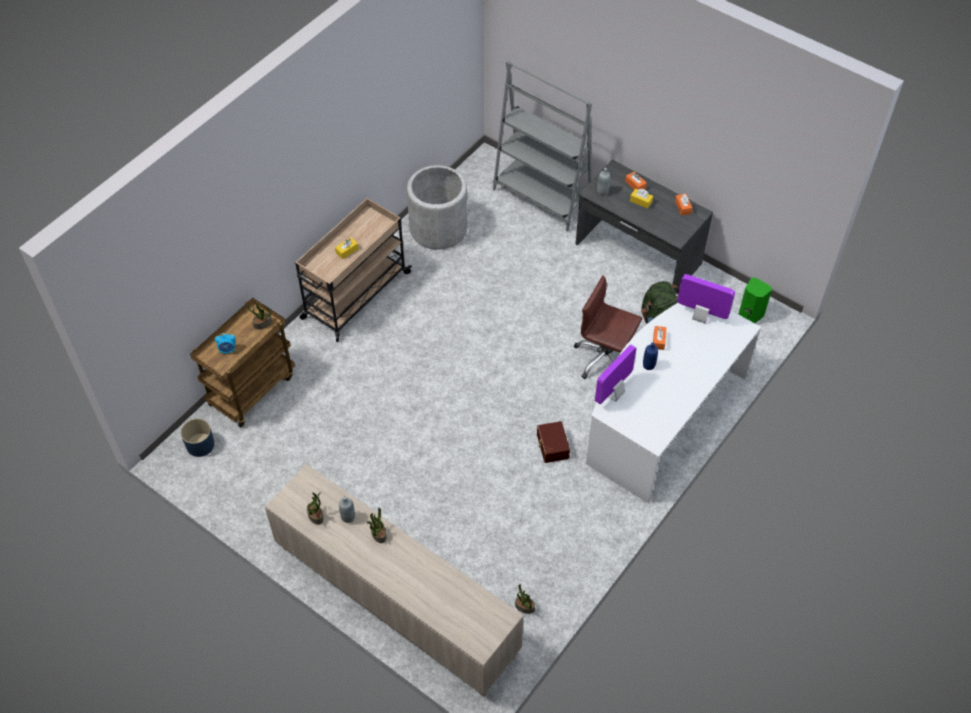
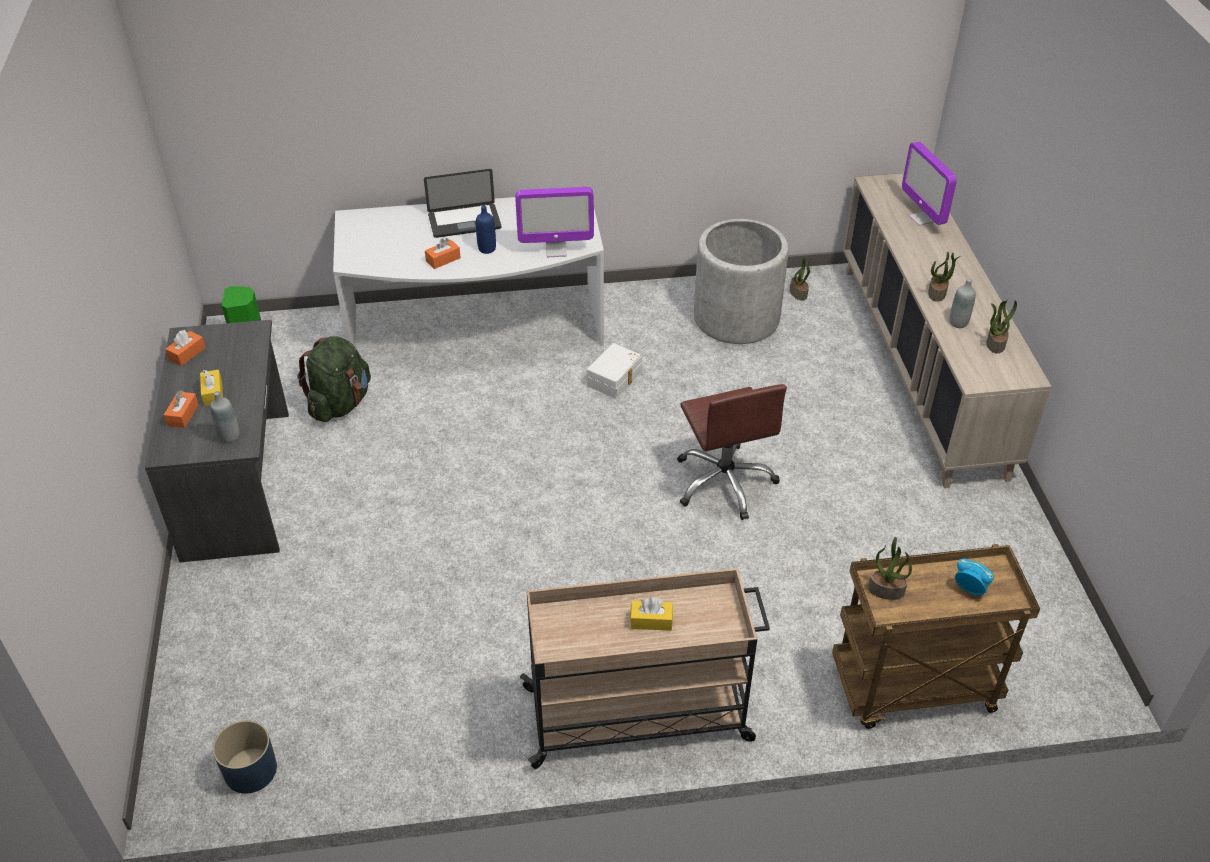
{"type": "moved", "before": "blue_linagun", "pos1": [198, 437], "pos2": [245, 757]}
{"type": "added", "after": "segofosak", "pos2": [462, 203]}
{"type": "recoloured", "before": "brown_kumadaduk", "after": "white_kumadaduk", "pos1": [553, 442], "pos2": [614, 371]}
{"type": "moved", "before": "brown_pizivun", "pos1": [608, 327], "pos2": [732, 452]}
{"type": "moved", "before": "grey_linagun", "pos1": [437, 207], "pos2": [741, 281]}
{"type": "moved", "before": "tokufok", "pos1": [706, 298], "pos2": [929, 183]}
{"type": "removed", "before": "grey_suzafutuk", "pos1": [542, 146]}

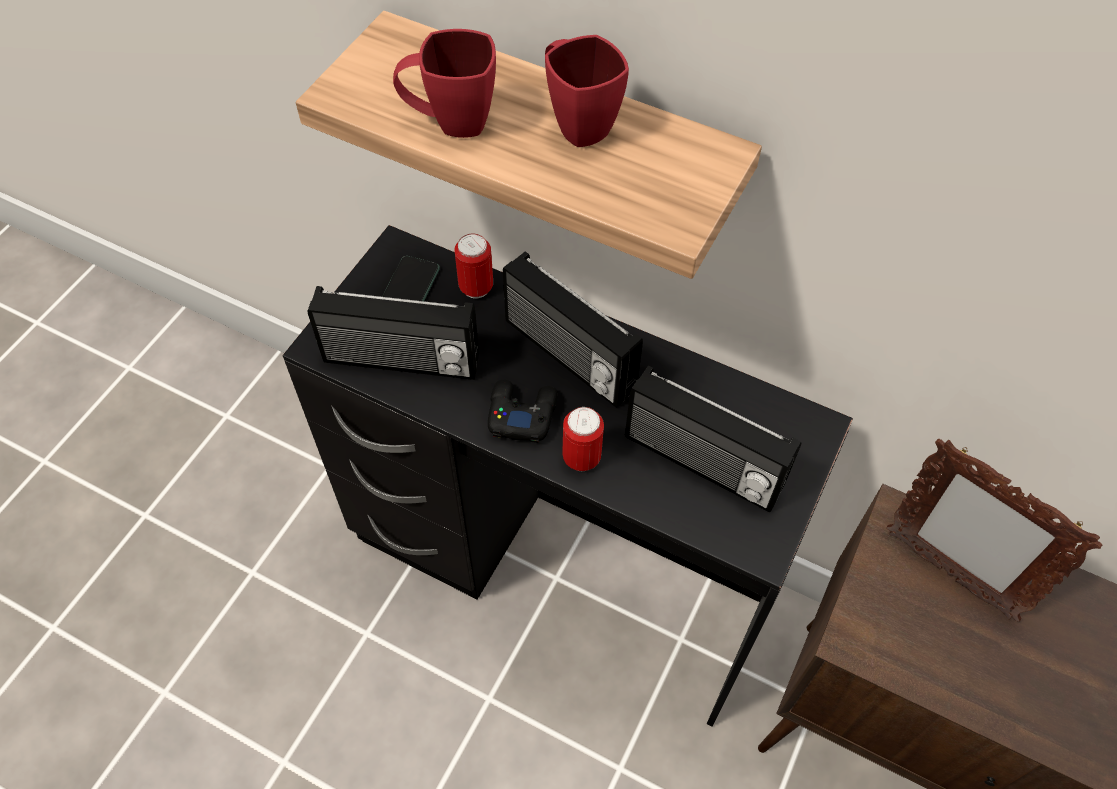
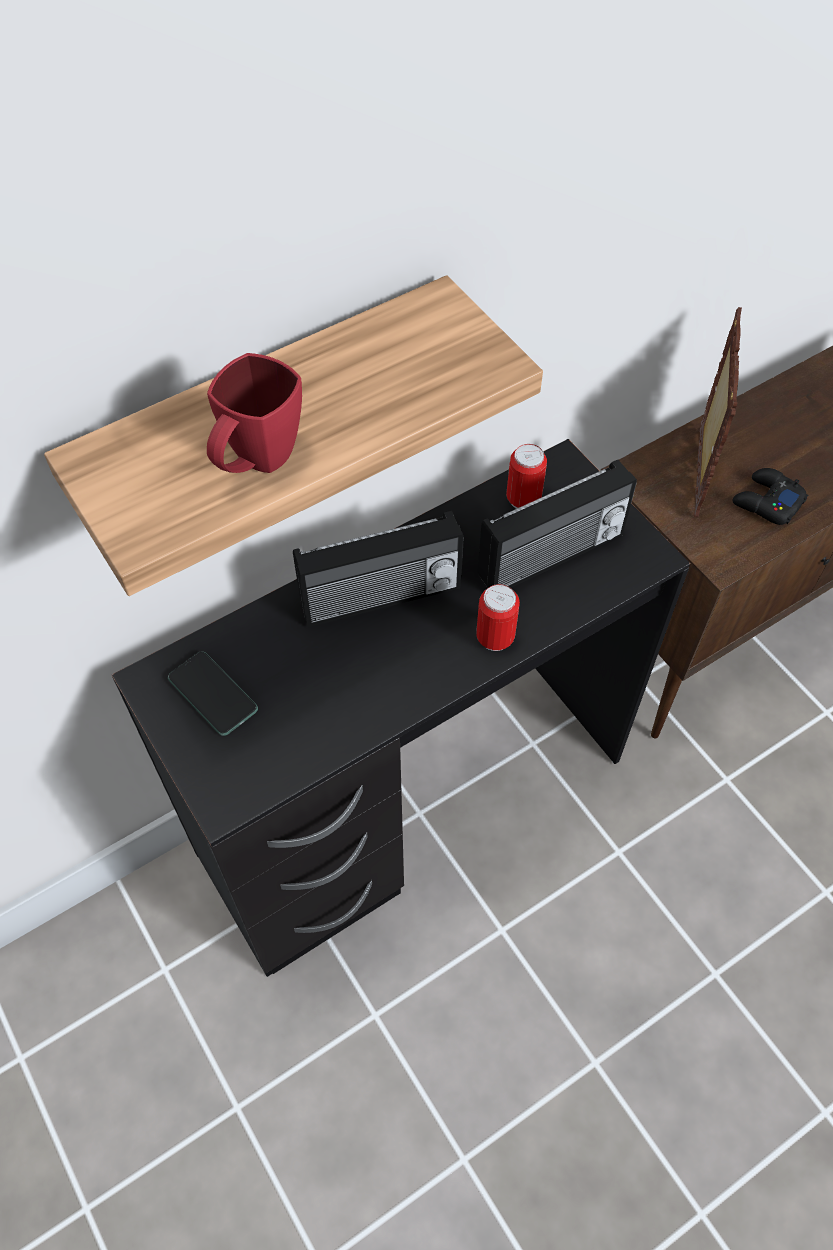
{"type": "moved", "before": "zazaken", "pos1": [473, 266], "pos2": [526, 476]}
{"type": "turned", "before": "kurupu", "pos1": [994, 530], "pos2": [718, 412], "turn": -60}
{"type": "moved", "before": "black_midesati", "pos1": [523, 411], "pos2": [770, 496]}
{"type": "removed", "before": "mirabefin", "pos1": [393, 333]}
{"type": "removed", "before": "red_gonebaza", "pos1": [587, 91]}

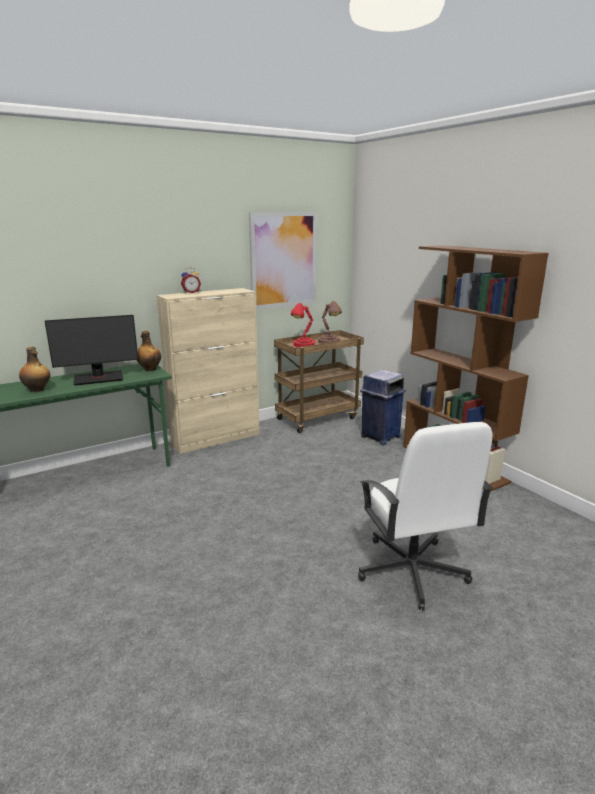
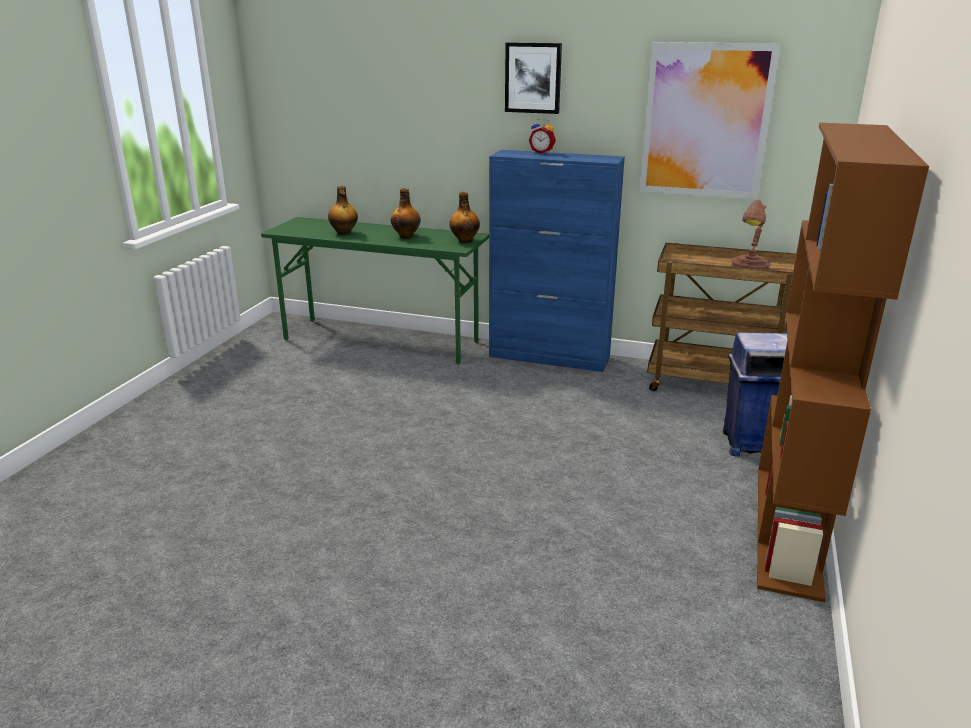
{"type": "replaced", "before": "tokufok", "after": "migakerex", "pos1": [91, 350], "pos2": [406, 213]}
{"type": "recoloured", "before": "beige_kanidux", "after": "blue_kanidux", "pos1": [208, 371], "pos2": [557, 261]}
{"type": "added", "after": "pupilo", "pos2": [533, 78]}
{"type": "removed", "before": "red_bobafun", "pos1": [303, 325]}
{"type": "removed", "before": "white_pizivun", "pos1": [425, 516]}

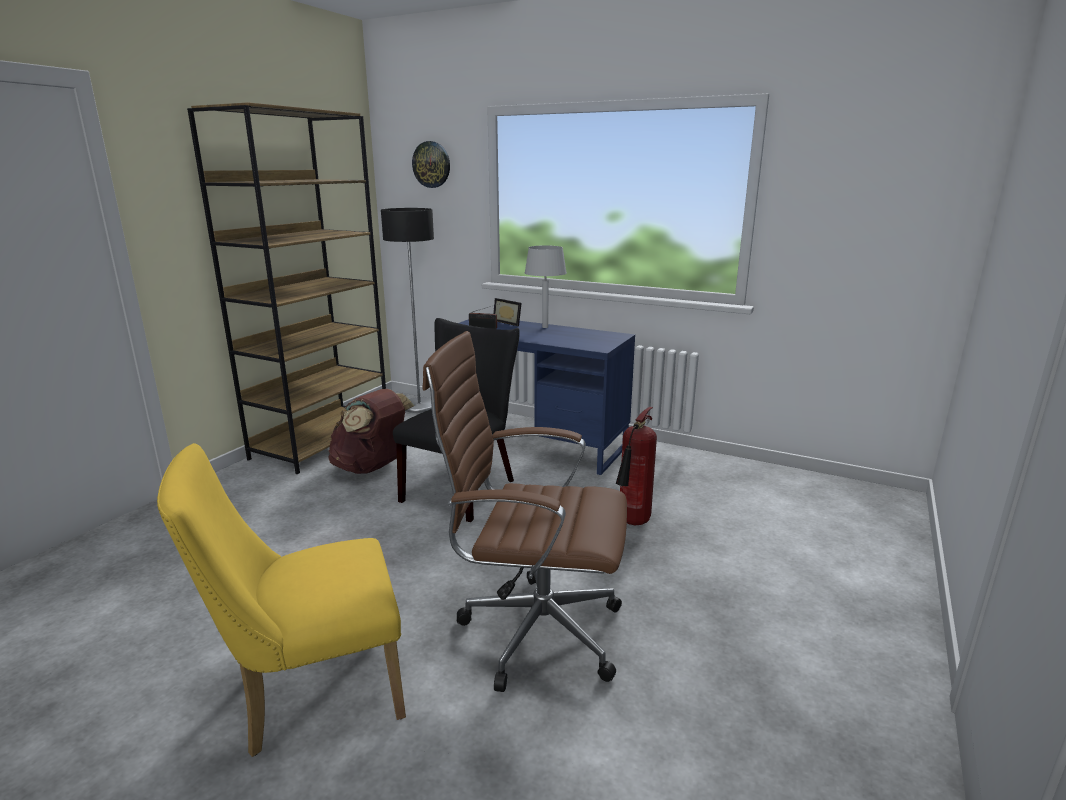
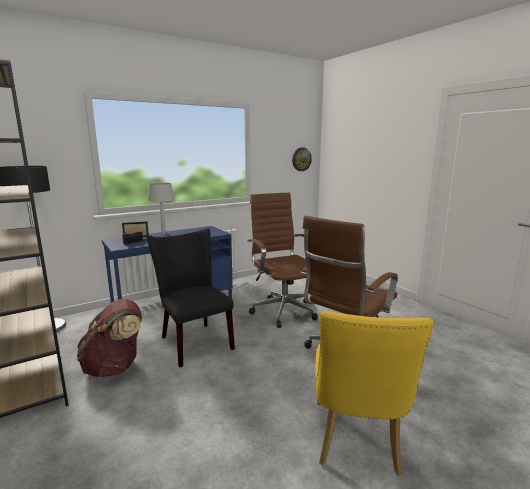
{"type": "replaced", "before": "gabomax", "after": "brown_pizivun", "pos1": [636, 466], "pos2": [282, 260]}
{"type": "moved", "before": "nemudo", "pos1": [431, 164], "pos2": [302, 159]}

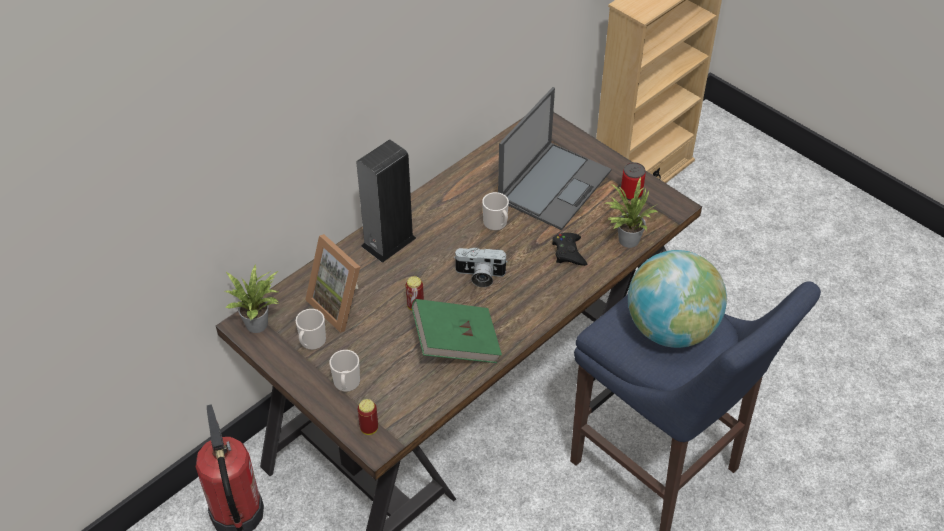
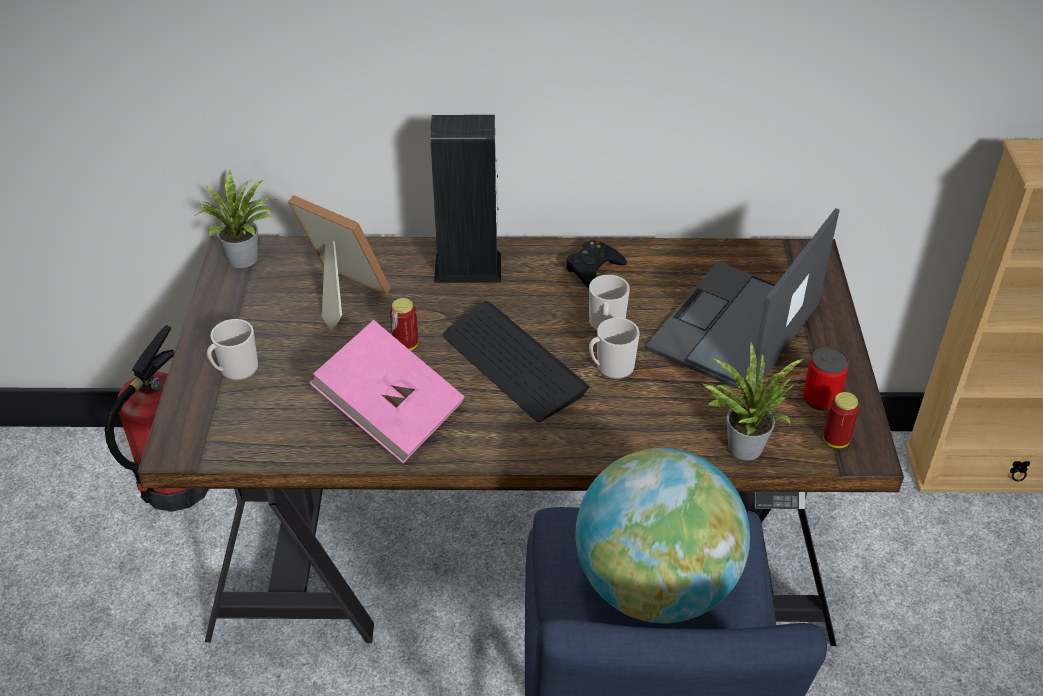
{"type": "turned", "before": "kurupu", "pos1": [332, 283], "pos2": [339, 263], "turn": 120}
{"type": "recoloured", "before": "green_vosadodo", "after": "pink_vosadodo", "pos1": [457, 331], "pos2": [387, 391]}
{"type": "replaced", "before": "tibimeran", "after": "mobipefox", "pos1": [480, 267], "pos2": [516, 361]}
{"type": "moved", "before": "black_midesati", "pos1": [569, 249], "pos2": [596, 264]}
{"type": "moved", "before": "gonebaza", "pos1": [311, 329], "pos2": [614, 348]}
{"type": "turned", "before": "segofosak", "pos1": [555, 158], "pos2": [742, 299], "turn": 135}
{"type": "moved", "before": "zazaken", "pos1": [368, 417], "pos2": [841, 420]}

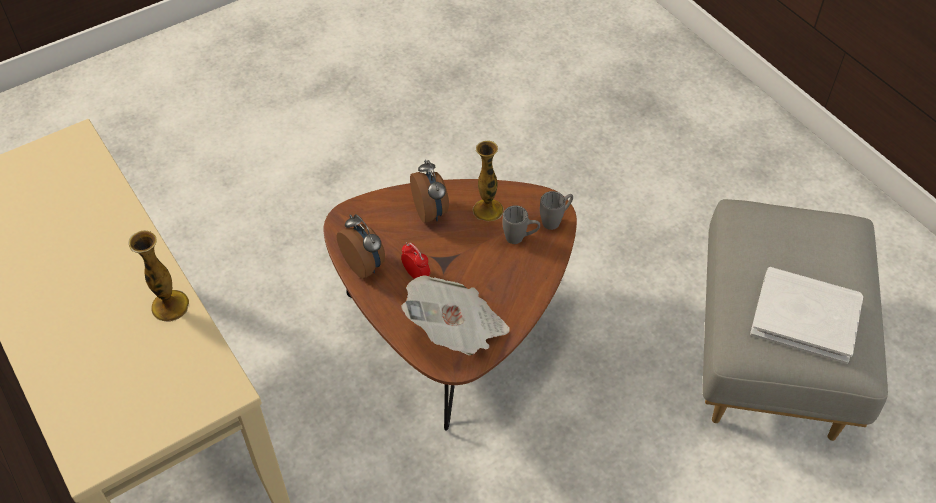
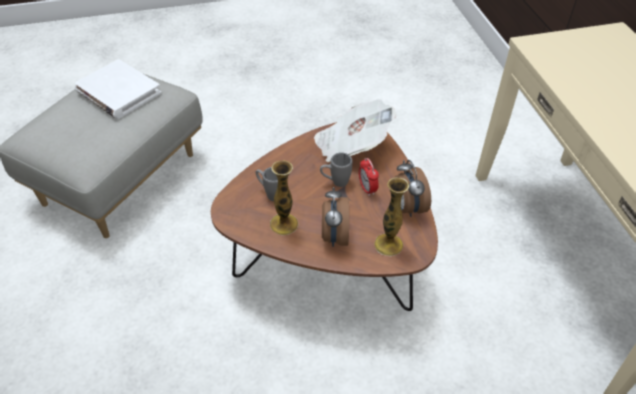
{"type": "moved", "before": "grey_gonebaza", "pos1": [556, 210], "pos2": [336, 170]}
{"type": "moved", "before": "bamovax", "pos1": [158, 276], "pos2": [391, 217]}

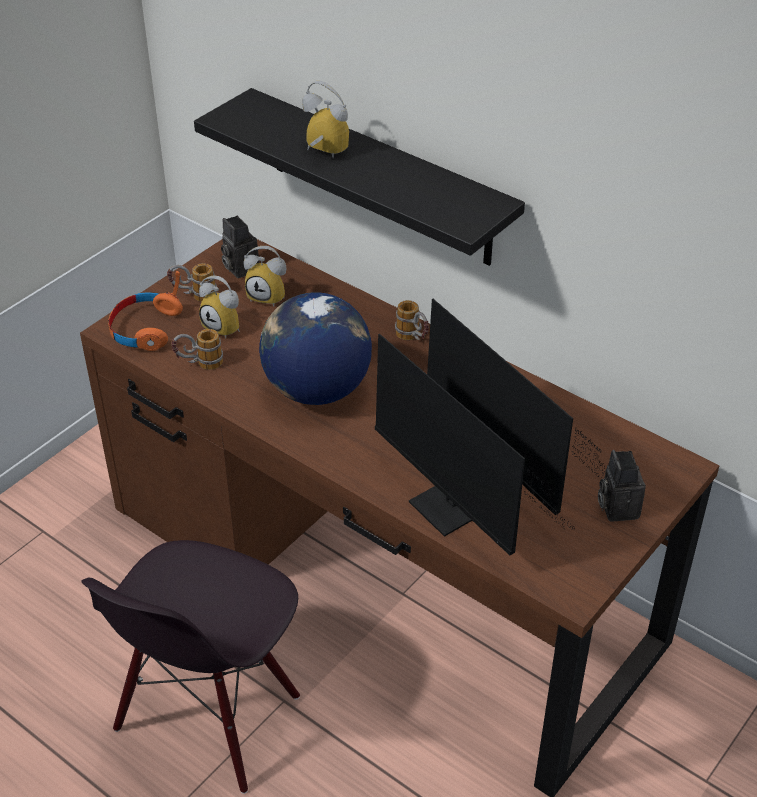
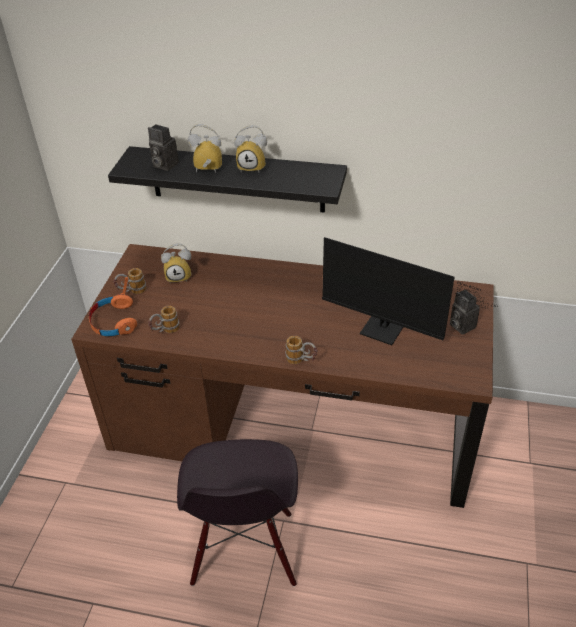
{"type": "moved", "before": "tibimeran", "pos1": [240, 247], "pos2": [163, 147]}
{"type": "moved", "before": "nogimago", "pos1": [219, 307], "pos2": [250, 148]}
{"type": "moved", "before": "gonebaza", "pos1": [412, 320], "pos2": [301, 350]}
{"type": "removed", "before": "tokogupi", "pos1": [315, 348]}
{"type": "removed", "before": "tokufok", "pos1": [474, 444]}

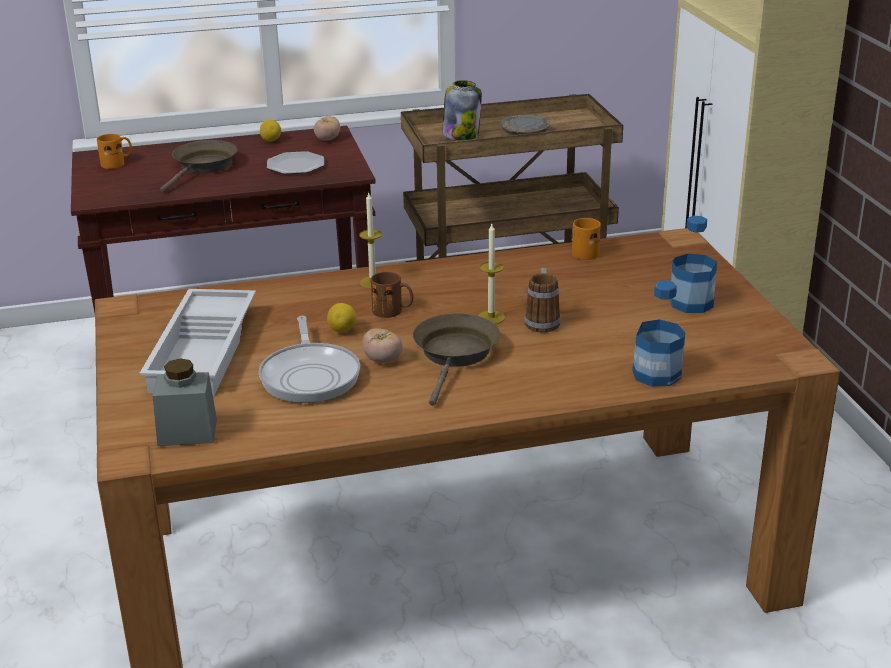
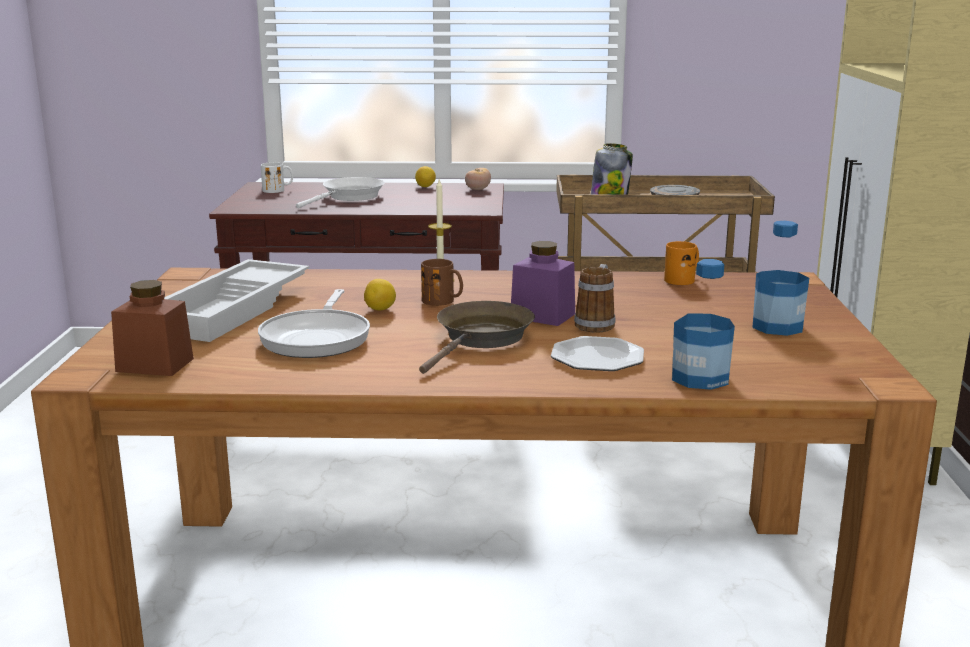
{"type": "recoloured", "before": "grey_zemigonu", "after": "brown_zemigonu", "pos1": [185, 402], "pos2": [152, 328]}
{"type": "recoloured", "before": "orange_gonebaza", "after": "white_gonebaza", "pos1": [114, 151], "pos2": [277, 177]}
{"type": "recoloured", "before": "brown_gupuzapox", "after": "white_gupuzapox", "pos1": [199, 166], "pos2": [340, 192]}
{"type": "replaced", "before": "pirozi", "after": "purple_zemigonu", "pos1": [491, 274], "pos2": [543, 283]}
{"type": "moved", "before": "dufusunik", "pos1": [295, 162], "pos2": [597, 353]}
{"type": "removed", "before": "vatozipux", "pos1": [382, 345]}

